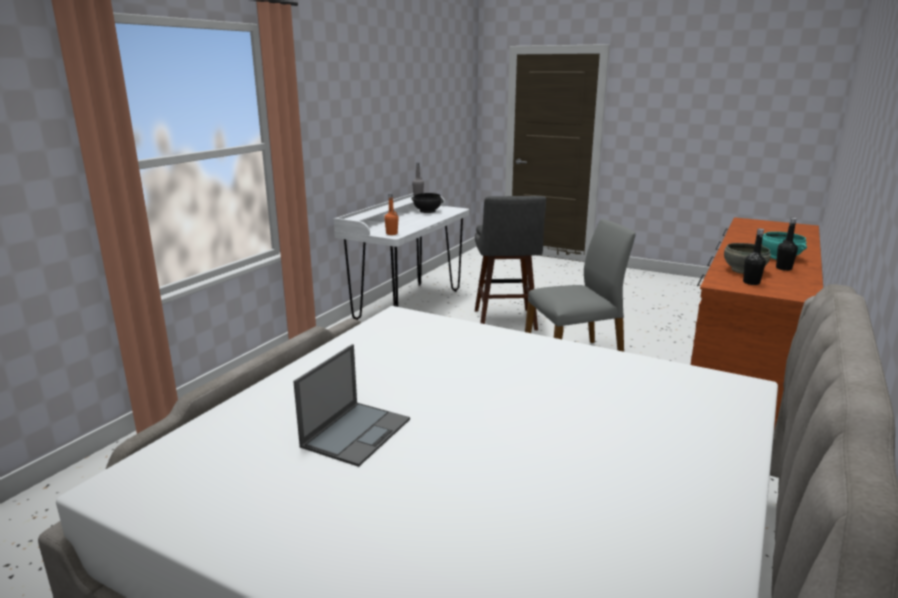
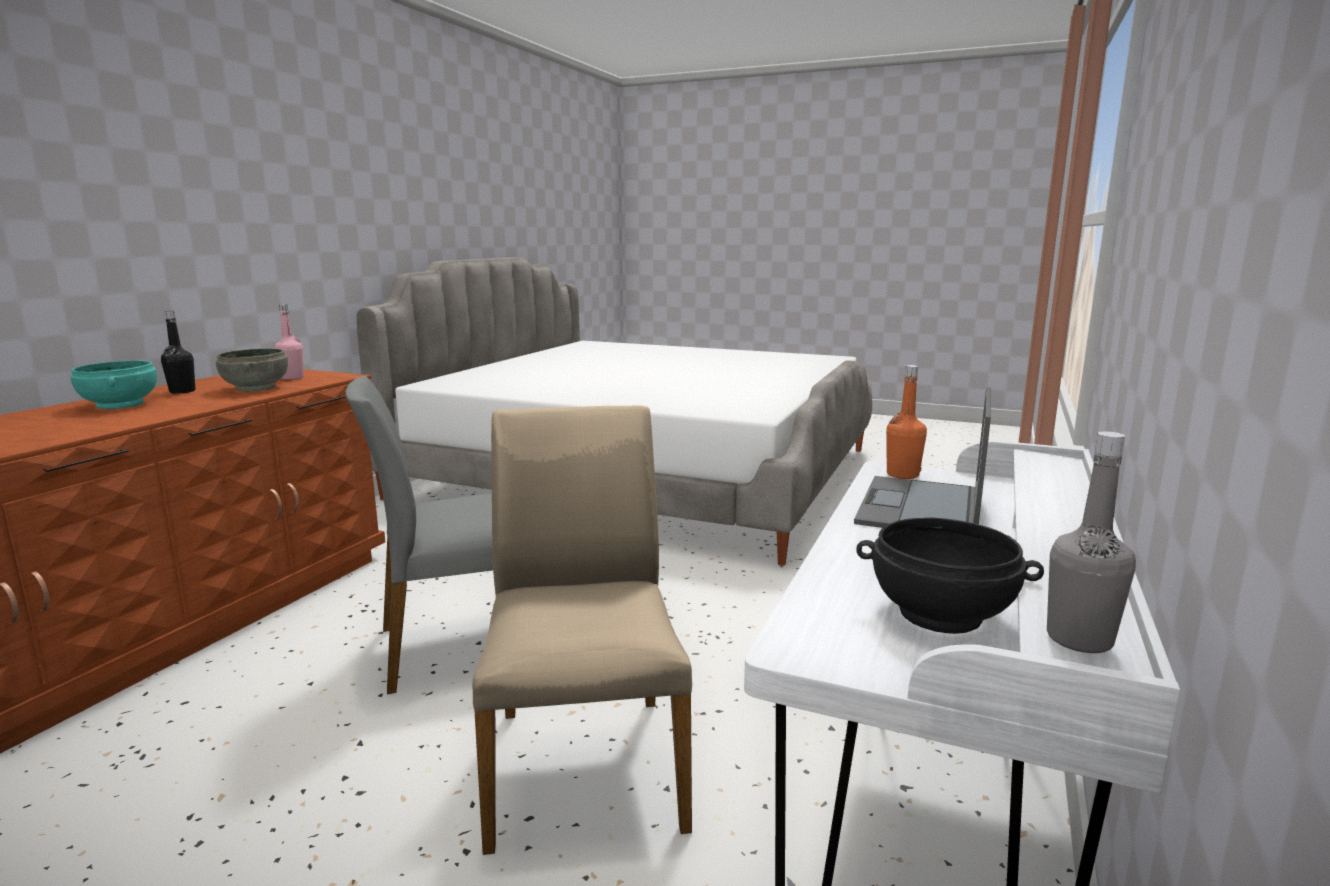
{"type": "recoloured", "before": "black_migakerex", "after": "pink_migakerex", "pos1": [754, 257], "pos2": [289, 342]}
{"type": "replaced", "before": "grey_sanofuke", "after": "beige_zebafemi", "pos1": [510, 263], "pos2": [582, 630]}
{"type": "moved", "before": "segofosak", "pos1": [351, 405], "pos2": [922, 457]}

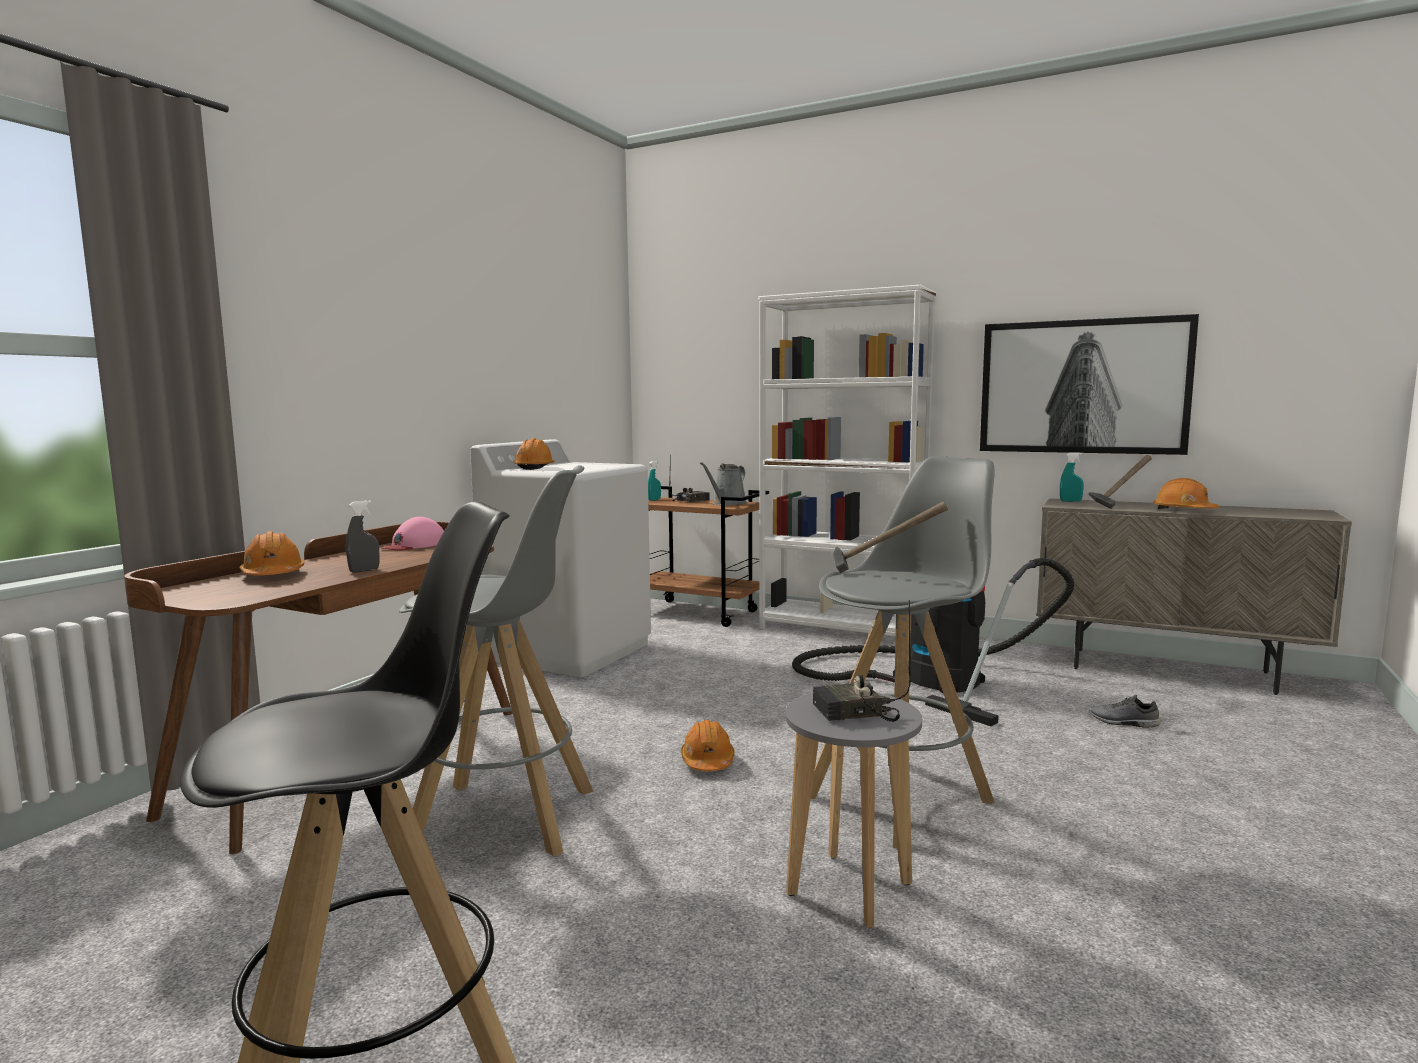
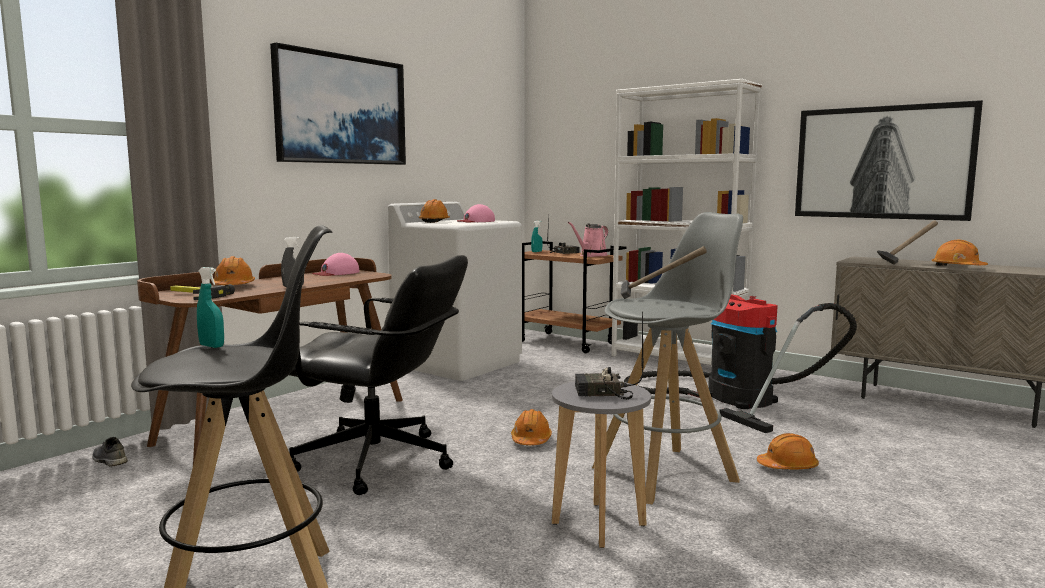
{"type": "moved", "before": "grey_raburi", "pos1": [1125, 711], "pos2": [110, 451]}
{"type": "added", "after": "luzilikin", "pos2": [202, 292]}
{"type": "moved", "before": "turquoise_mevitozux", "pos1": [1072, 477], "pos2": [210, 307]}
{"type": "added", "after": "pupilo", "pos2": [338, 103]}
{"type": "replaced", "before": "grey_sanofuke", "after": "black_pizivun", "pos1": [496, 660], "pos2": [378, 375]}
{"type": "added", "after": "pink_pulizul", "pos2": [476, 213]}
{"type": "recoloured", "before": "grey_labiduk", "after": "pink_labiduk", "pos1": [723, 484], "pos2": [588, 239]}
{"type": "added", "after": "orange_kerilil", "pos2": [788, 451]}

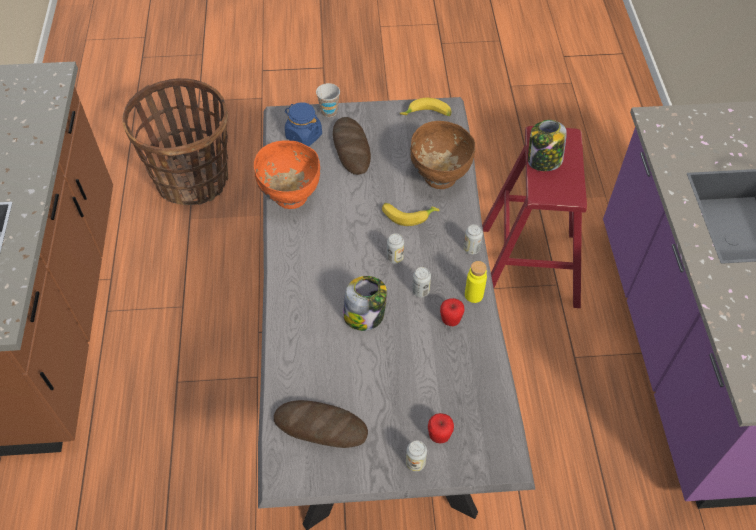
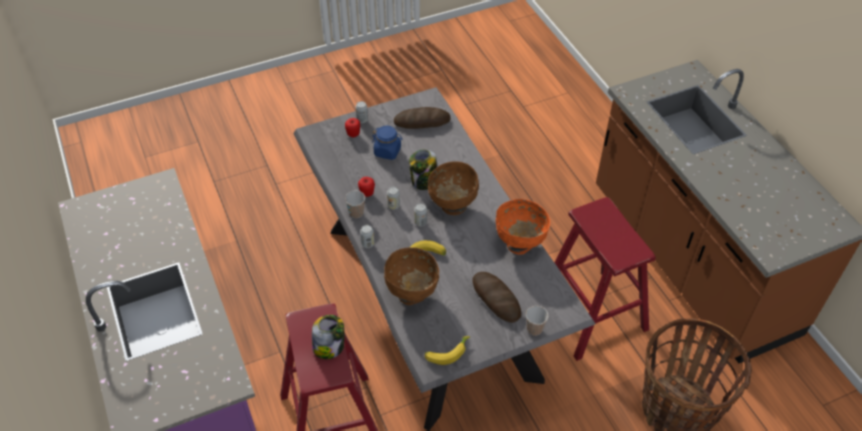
{"type": "replaced", "before": "yellow_migakerex", "after": "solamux", "pos1": [476, 282], "pos2": [355, 204]}
{"type": "moved", "before": "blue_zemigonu", "pos1": [303, 124], "pos2": [387, 143]}
{"type": "added", "after": "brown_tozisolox", "pos2": [453, 188]}
{"type": "added", "after": "red_sanofuke", "pos2": [605, 279]}

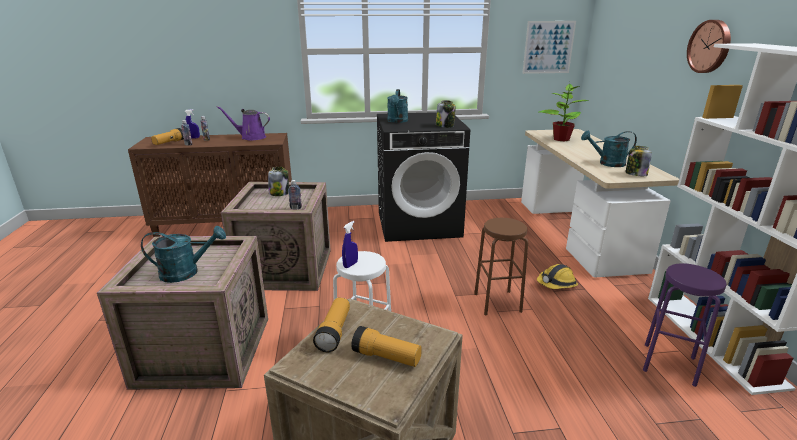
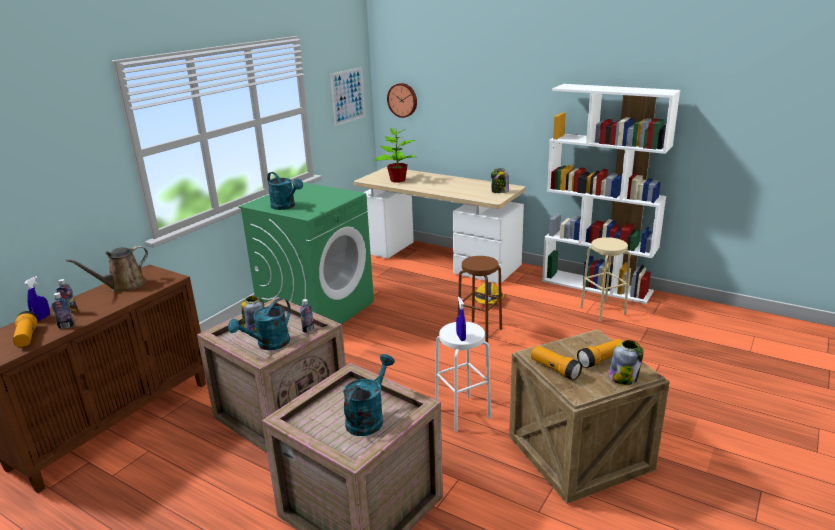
{"type": "recoloured", "before": "purple_labiduk", "after": "brown_labiduk", "pos1": [243, 123], "pos2": [107, 269]}
{"type": "moved", "before": "turquoise_labiduk", "pos1": [609, 149], "pos2": [259, 324]}
{"type": "recoloured", "before": "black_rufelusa", "after": "green_rufelusa", "pos1": [423, 177], "pos2": [306, 253]}
{"type": "moved", "before": "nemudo", "pos1": [709, 46], "pos2": [402, 100]}
{"type": "recoloured", "before": "purple_sanofuke", "after": "beige_sanofuke", "pos1": [685, 325], "pos2": [605, 279]}
{"type": "moved", "before": "zemigonu", "pos1": [446, 114], "pos2": [626, 362]}

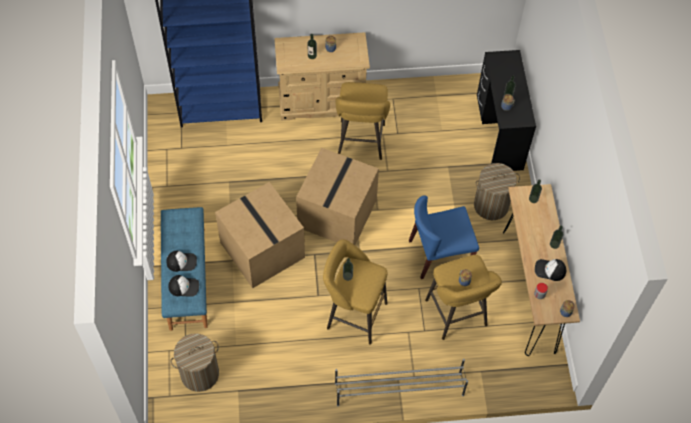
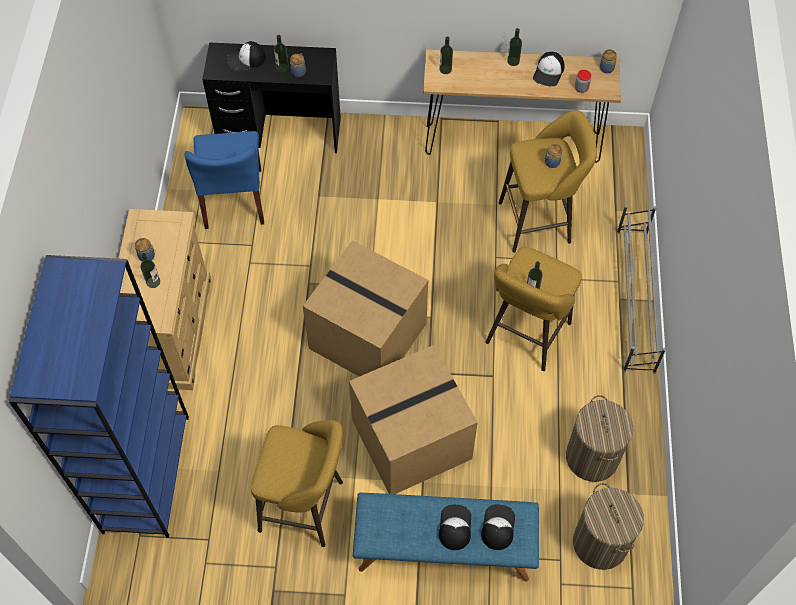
{"type": "moved", "before": "blue_zebafemi", "pos1": [444, 237], "pos2": [224, 180]}
{"type": "added", "after": "pulizul", "pos2": [246, 56]}
{"type": "moved", "before": "yellow_sanofuke", "pos1": [362, 121], "pos2": [297, 483]}
{"type": "moved", "before": "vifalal", "pos1": [497, 191], "pos2": [599, 438]}

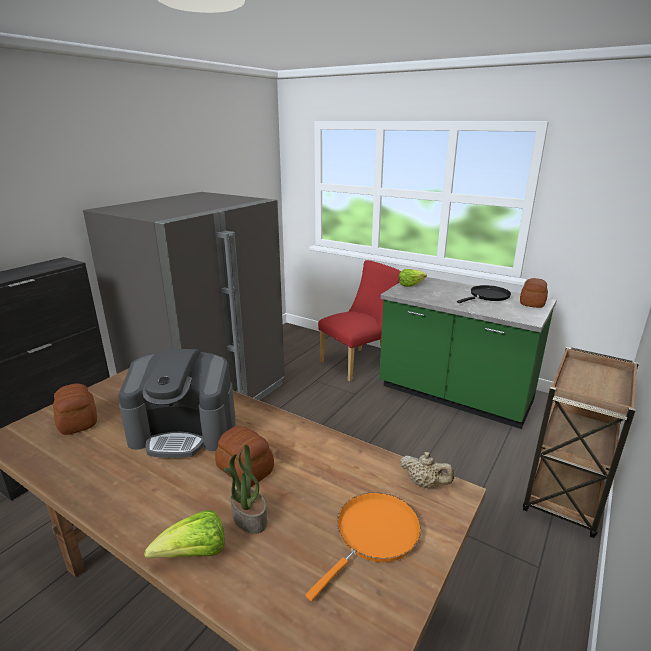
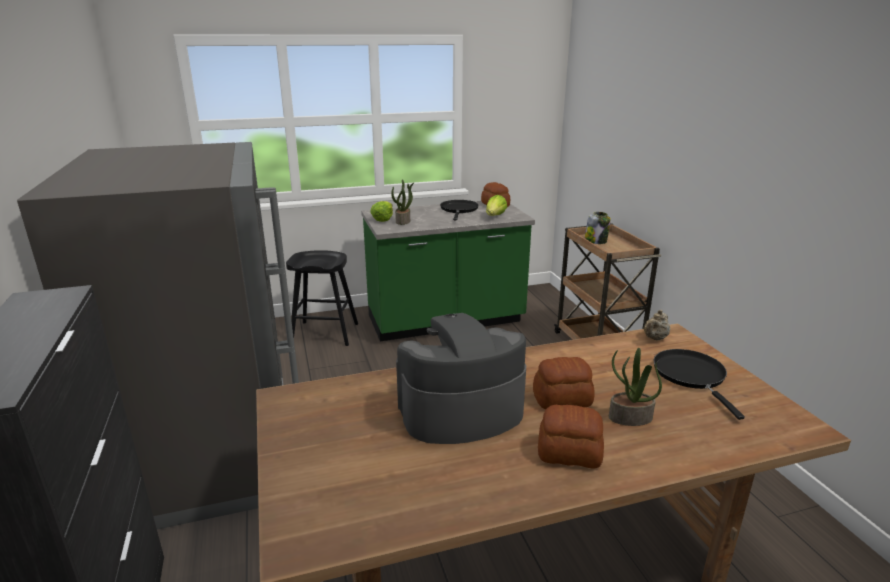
{"type": "replaced", "before": "red_zebafemi", "after": "black_sanofuke", "pos1": [359, 321], "pos2": [322, 298]}
{"type": "added", "after": "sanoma", "pos2": [402, 202]}
{"type": "turned", "before": "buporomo", "pos1": [177, 403], "pos2": [461, 378], "turn": -150}
{"type": "moved", "before": "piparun", "pos1": [184, 534], "pos2": [496, 205]}
{"type": "moved", "before": "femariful", "pos1": [75, 409], "pos2": [571, 436]}
{"type": "added", "after": "zemigonu", "pos2": [598, 228]}
{"type": "turned", "before": "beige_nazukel", "pos1": [427, 470], "pos2": [656, 325], "turn": 150}
{"type": "recoloured", "before": "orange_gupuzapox", "after": "black_gupuzapox", "pos1": [363, 546], "pos2": [699, 384]}

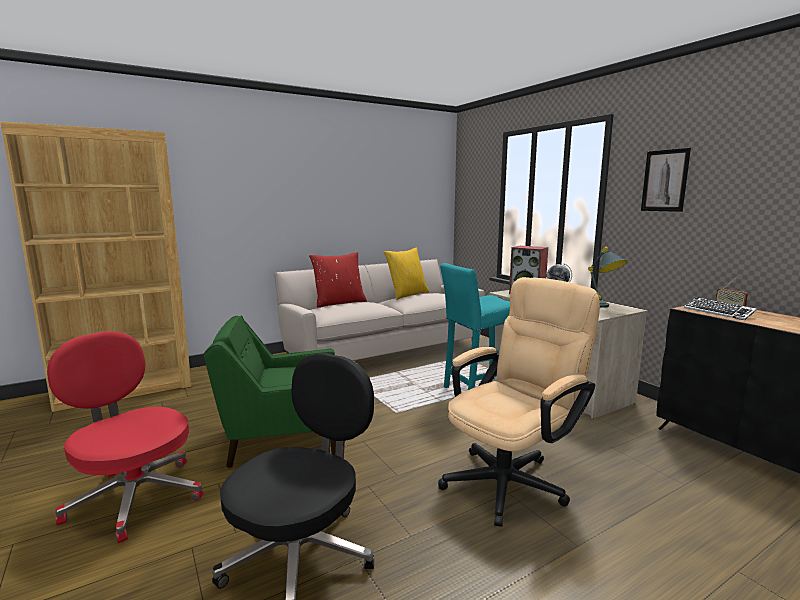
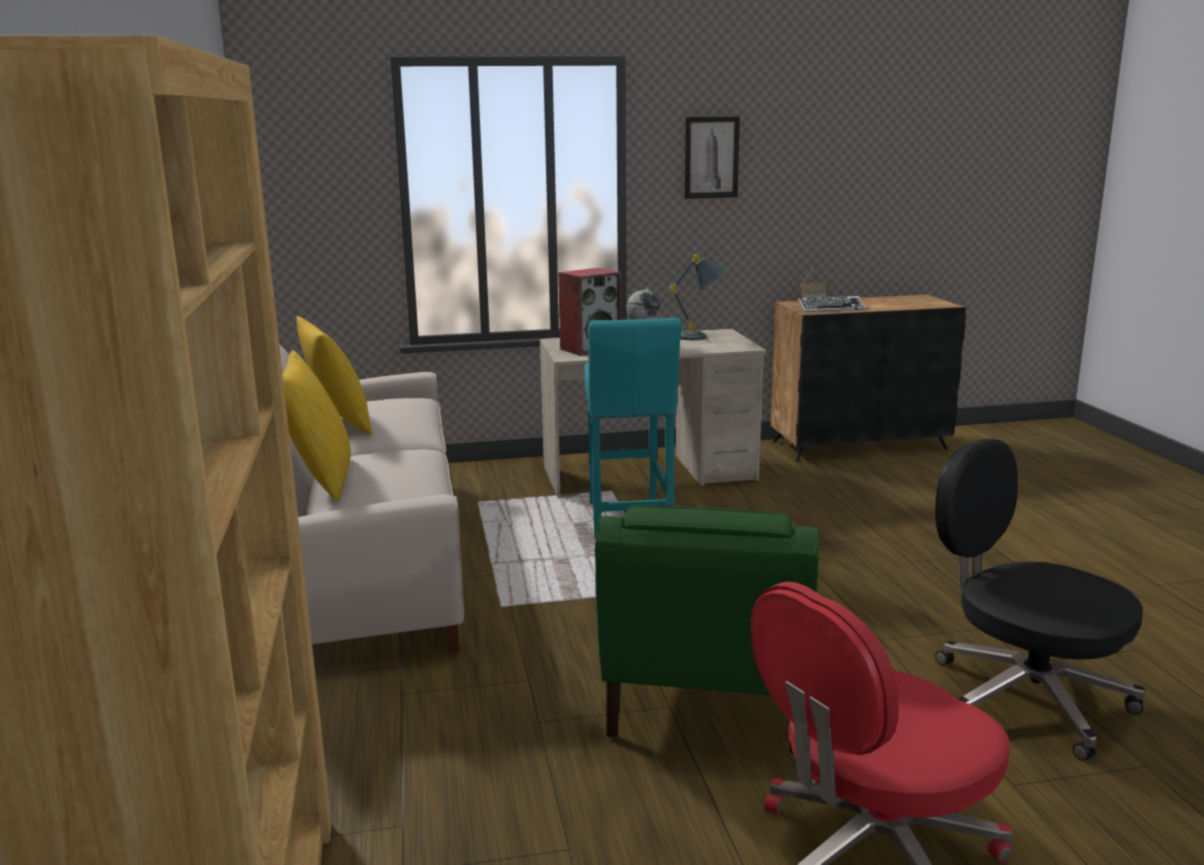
{"type": "recoloured", "before": "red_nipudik", "after": "yellow_nipudik", "pos1": [338, 280], "pos2": [317, 426]}
{"type": "removed", "before": "beige_pizivun", "pos1": [519, 402]}

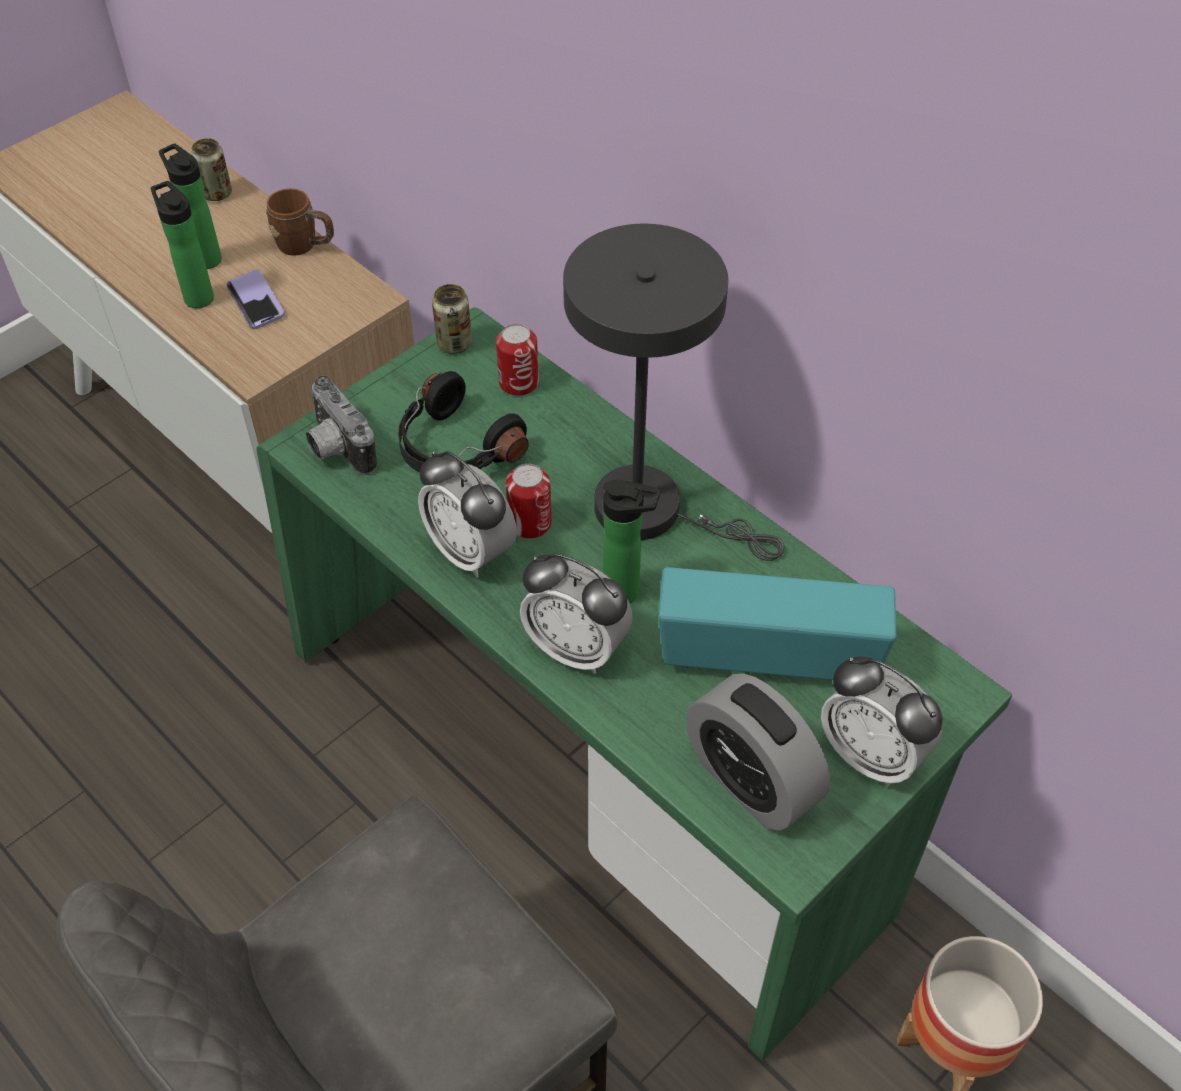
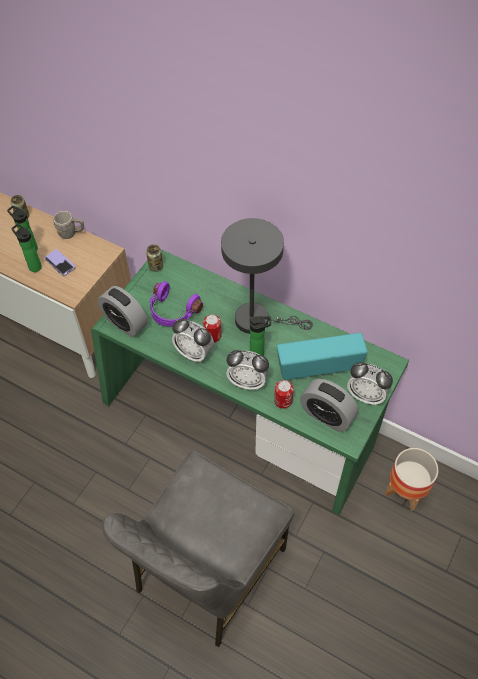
{"type": "recoloured", "before": "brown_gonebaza", "after": "grey_gonebaza", "pos1": [300, 222], "pos2": [68, 225]}
{"type": "replaced", "before": "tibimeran", "after": "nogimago", "pos1": [341, 425], "pos2": [123, 311]}
{"type": "recoloured", "before": "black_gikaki", "after": "purple_gikaki", "pos1": [463, 422], "pos2": [176, 303]}
{"type": "moved", "before": "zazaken", "pos1": [517, 360], "pos2": [284, 394]}

